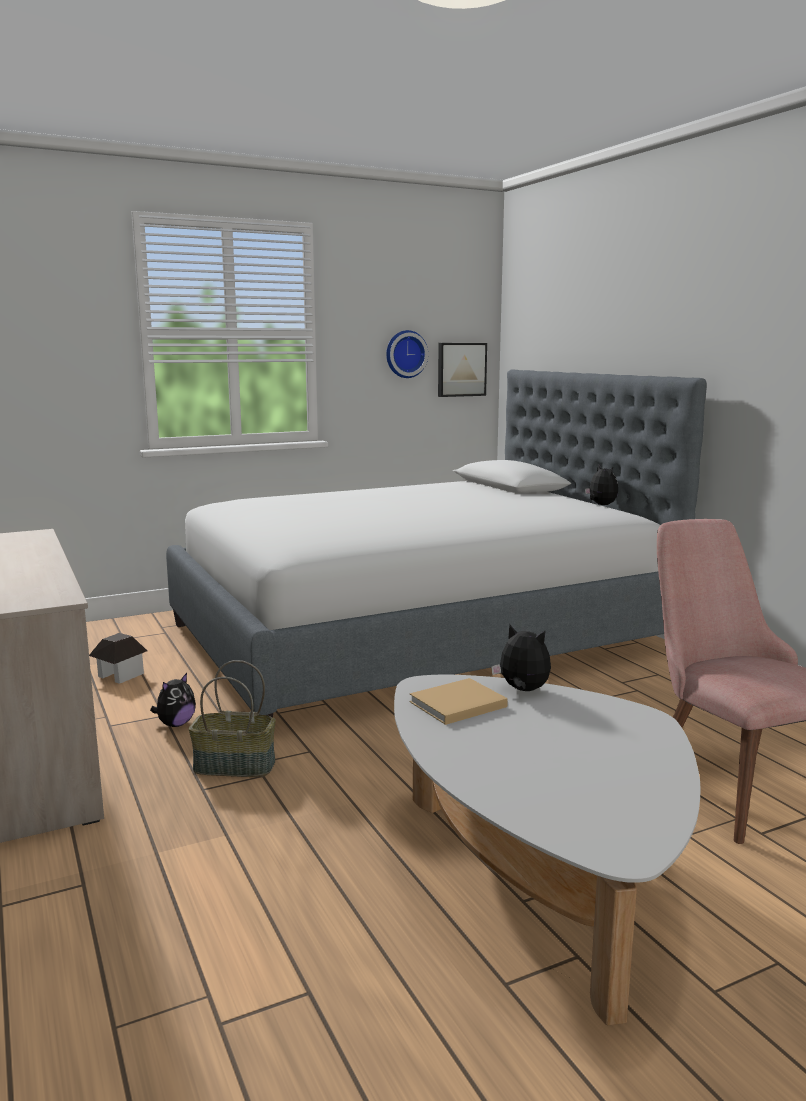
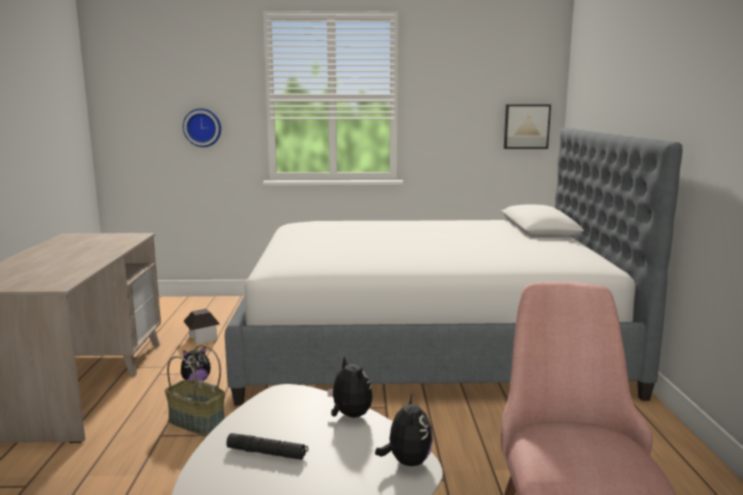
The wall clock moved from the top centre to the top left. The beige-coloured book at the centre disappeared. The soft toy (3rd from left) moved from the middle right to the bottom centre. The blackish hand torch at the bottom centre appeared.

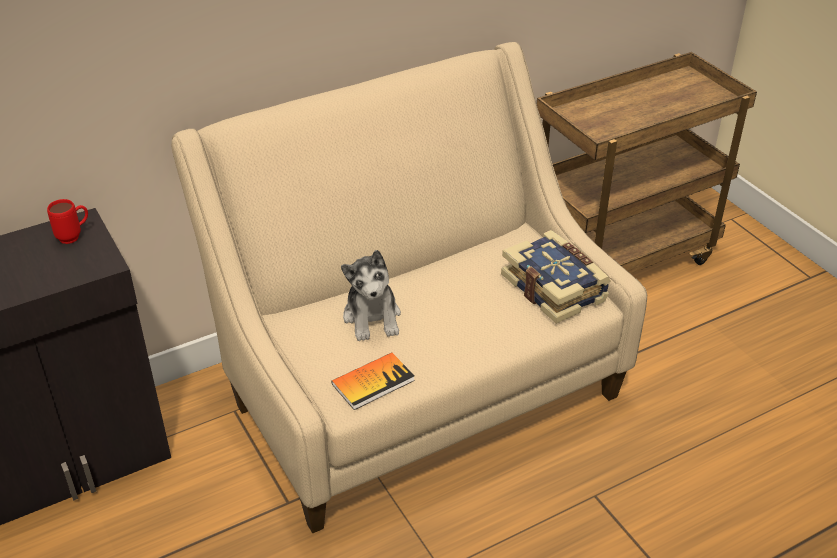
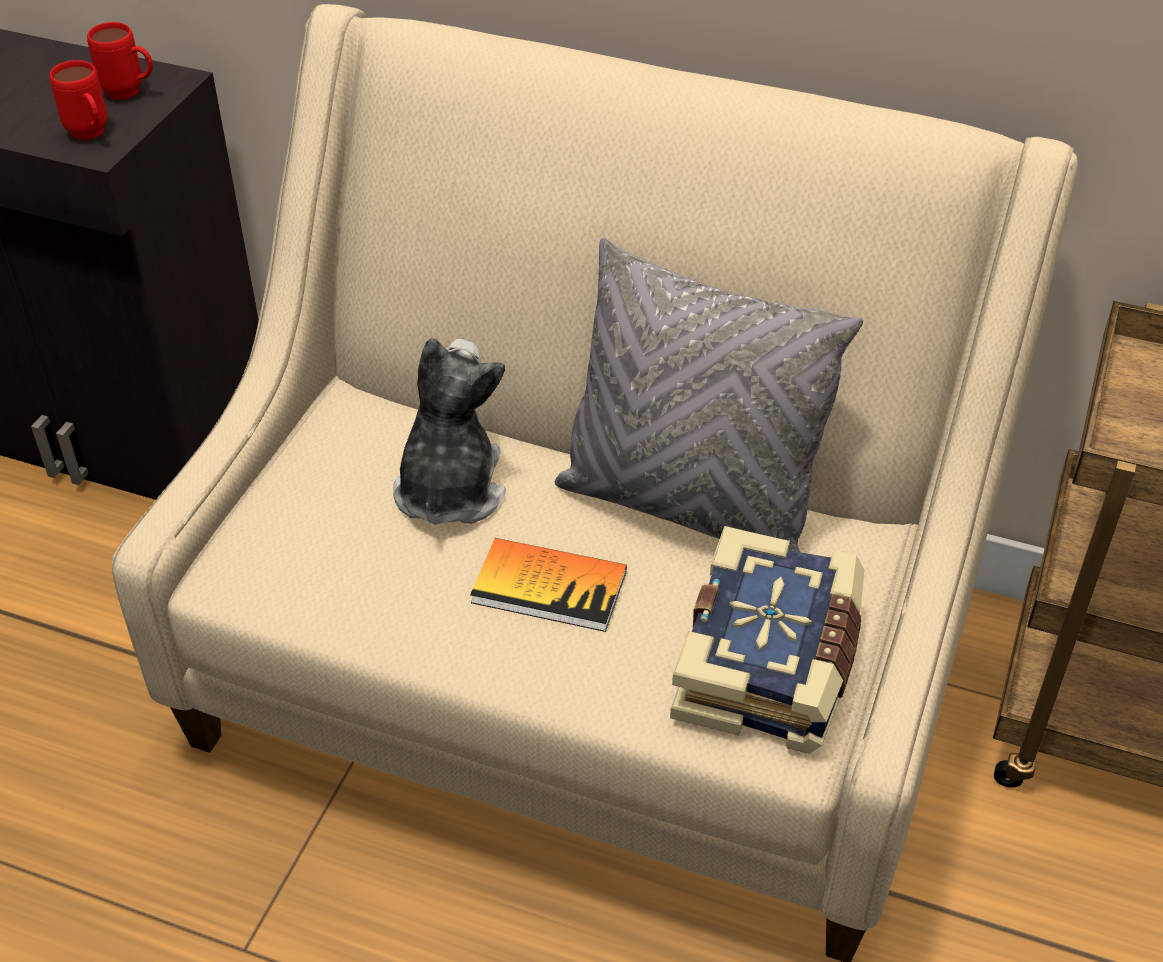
The book (1st from left) moved from the bottom centre to the centre. The soft toy at the centre turned 150 degrees clockwise. The red coffee mug (1st from left) at the top left appeared. The greyish pillow at the centre appeared.

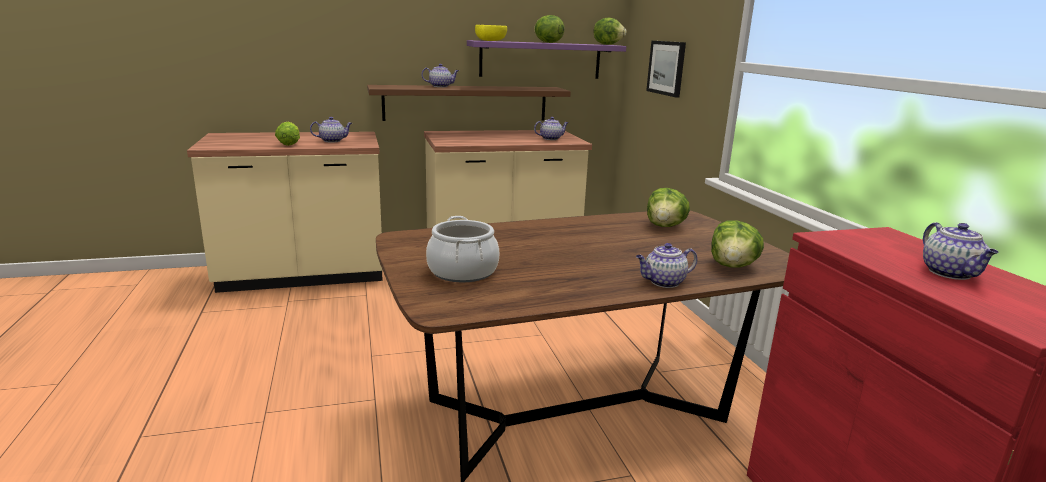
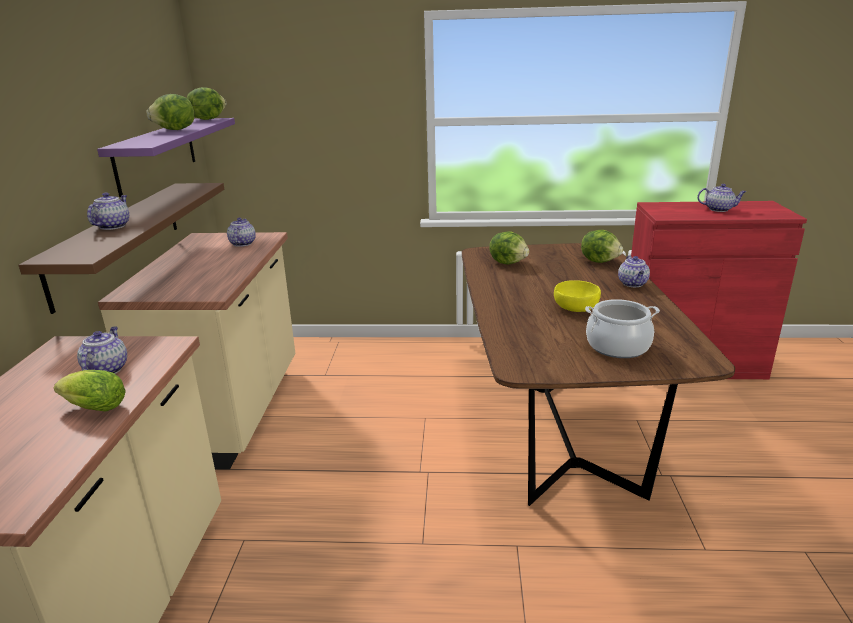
The yellowish deep dish moved from the top centre to the middle right. The wall picture at the top centre disappeared.

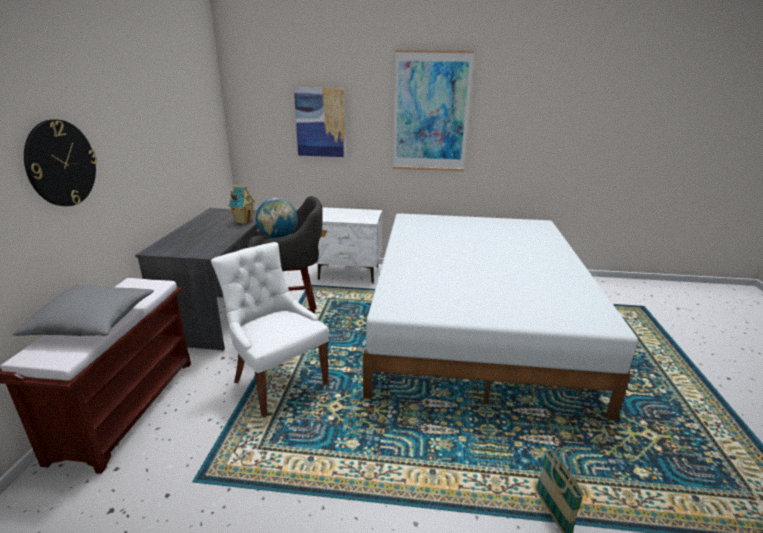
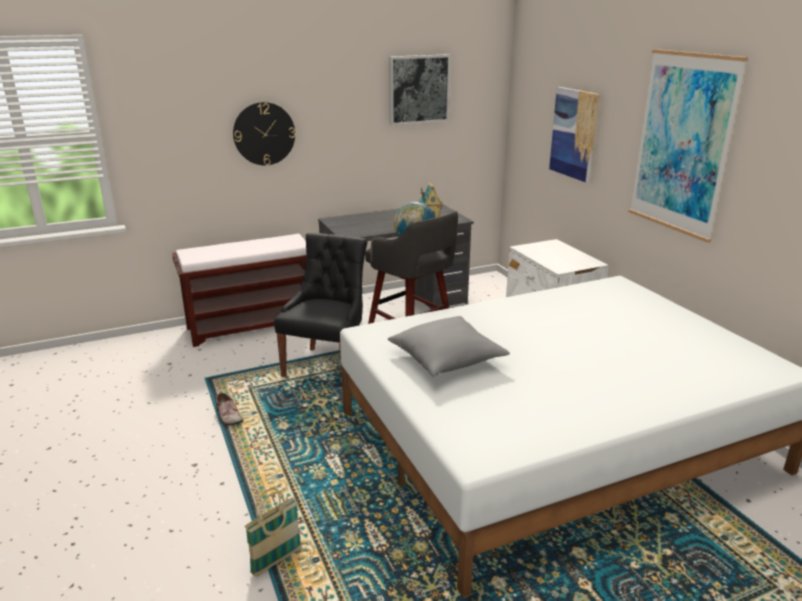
The greyish pillow moved from the middle left to the centre. The white chair at the centre became the blackish chair at the centre. The item of footwear at the bottom left appeared. The wall picture (1st from left) at the top centre appeared.

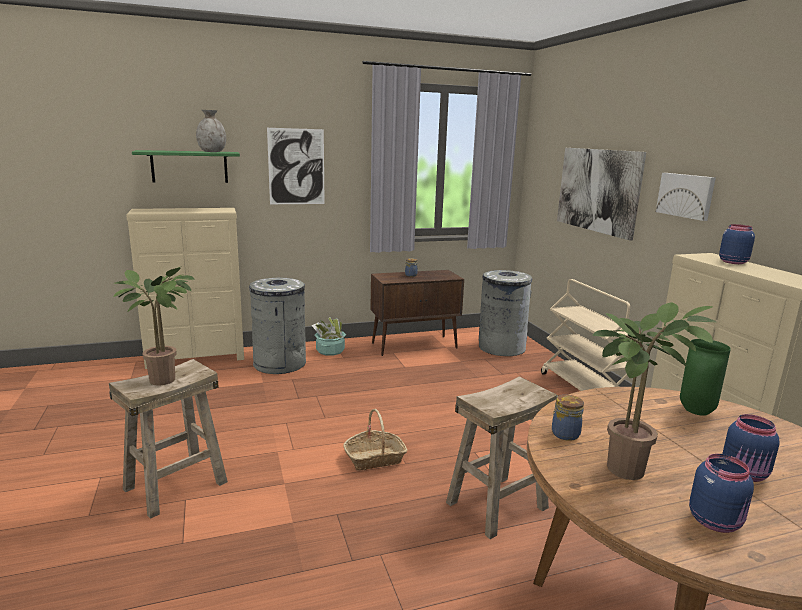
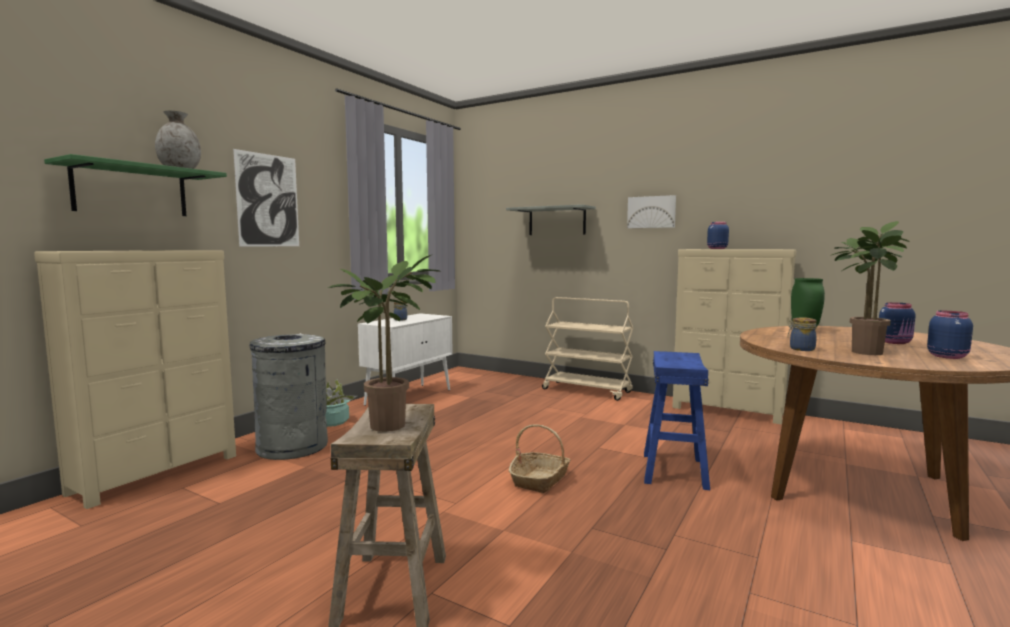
The brown storage cabinet at the centre became the white storage cabinet at the centre. The beige-coloured stool (2nd from left) at the bottom centre became the blue stool at the bottom right. The greyish trash can (2nd from left) at the centre disappeared. The wall picture (2nd from left) at the top right was replaced by the greyish shelf at the centre.

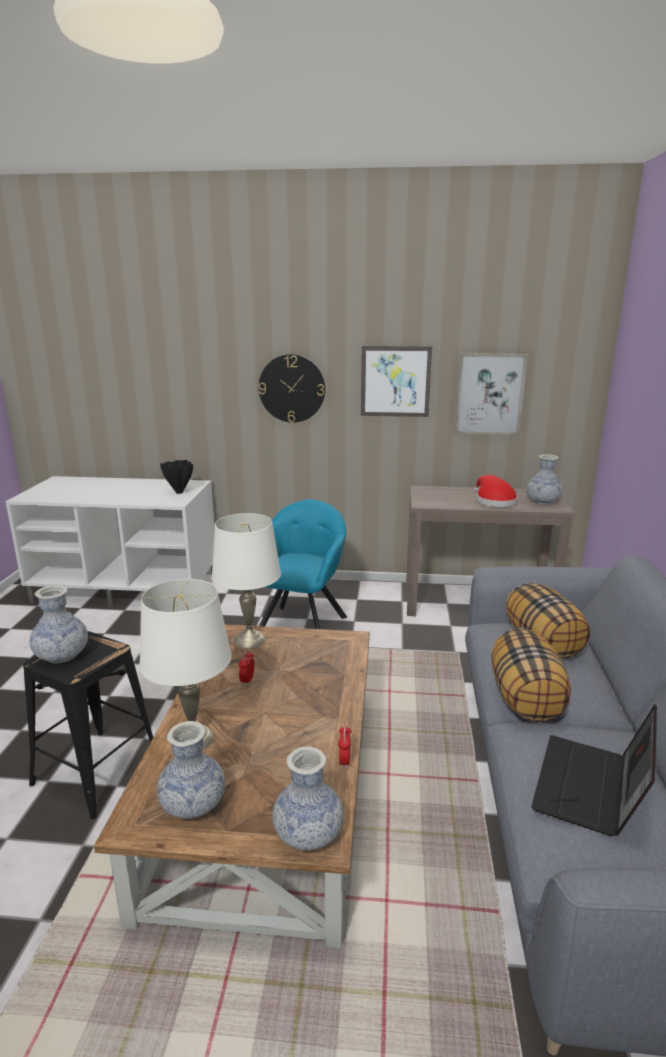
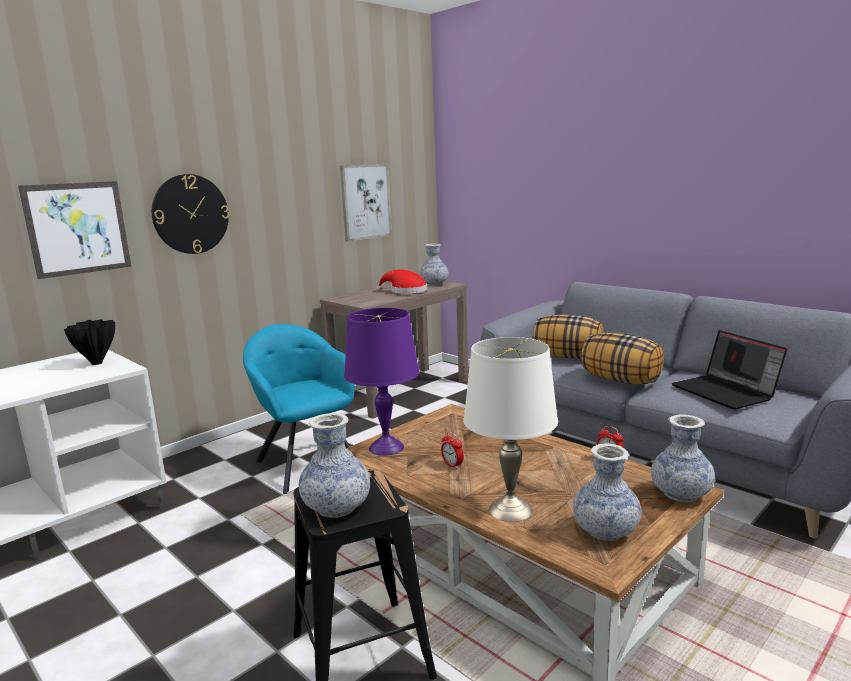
The white table lamp (2nd from left) at the centre became the purple table lamp at the centre. The wall picture (1st from left) moved from the centre to the middle left.

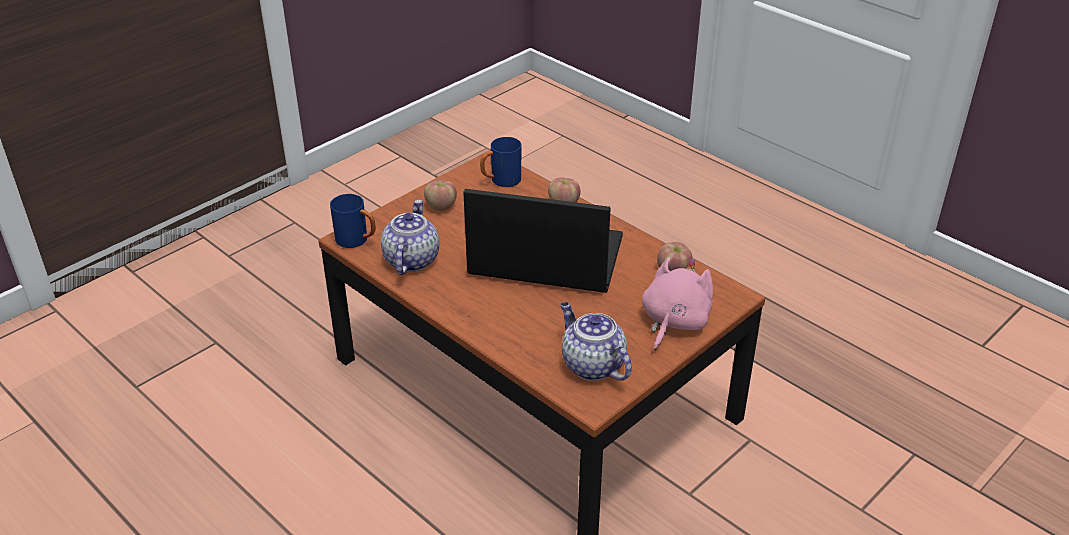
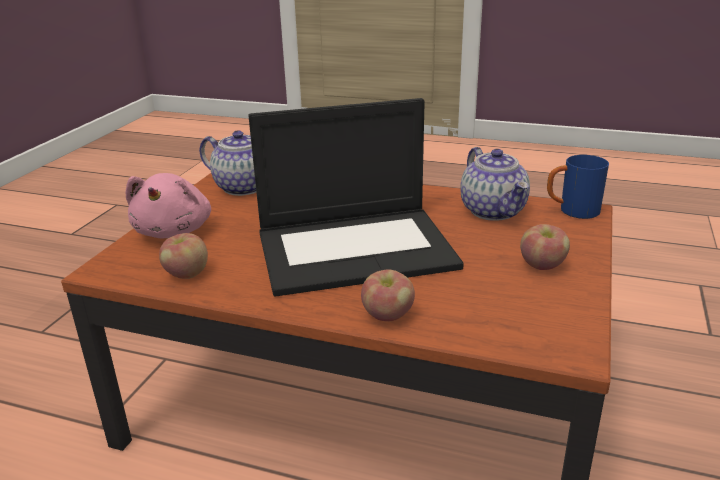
The blue coffee mug (2nd from left) at the top centre disappeared.

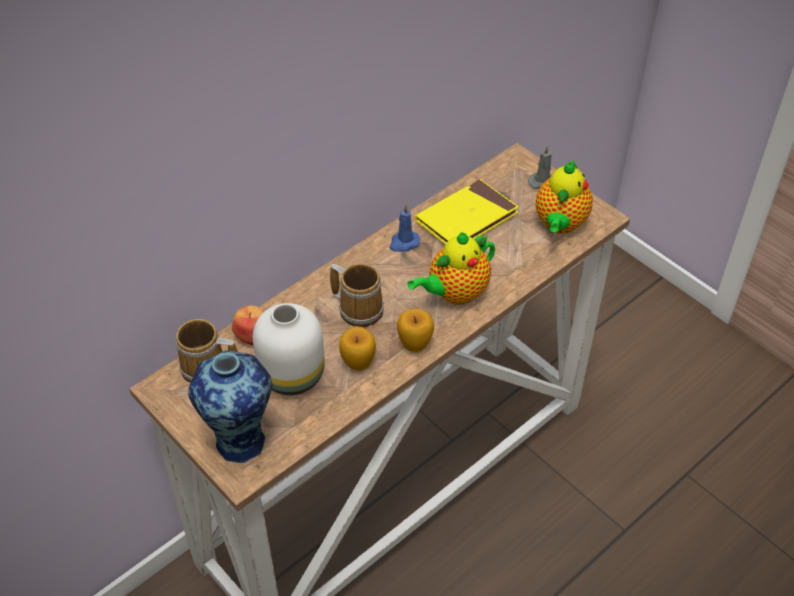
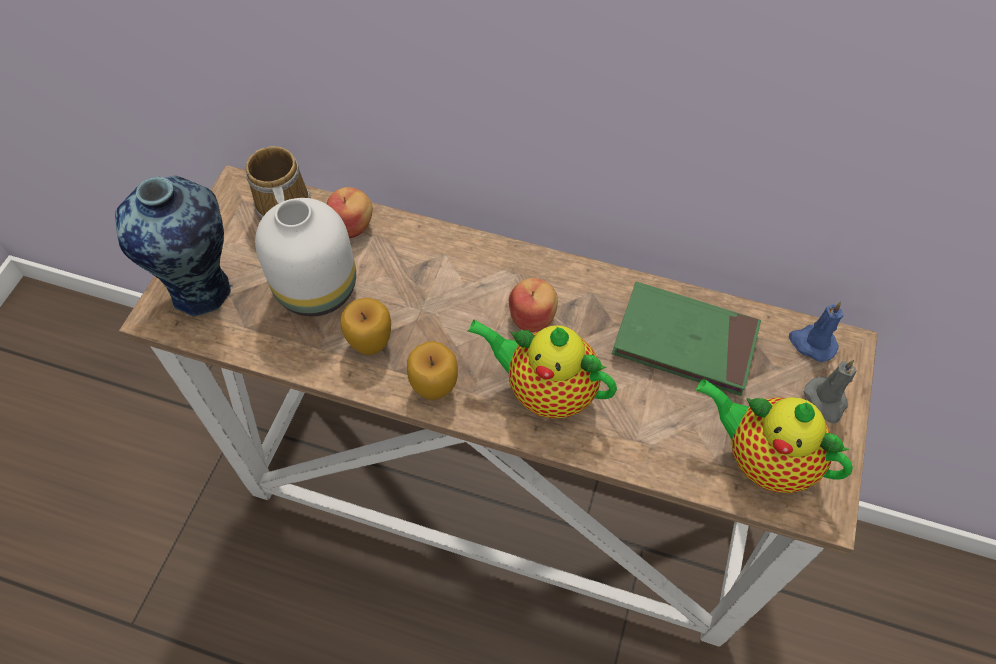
The coffee mug (2nd from left) at the centre disappeared. The blue wax light moved from the centre to the middle right. The yellowish book at the centre became the greenish book at the middle right. The teapot (2nd from left) at the top right turned 45 degrees clockwise. The apple fruit (4th from left) at the centre appeared.

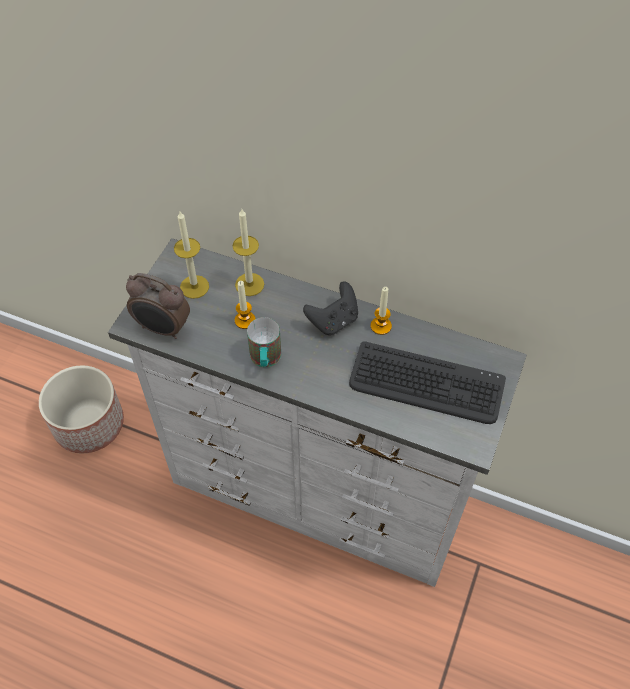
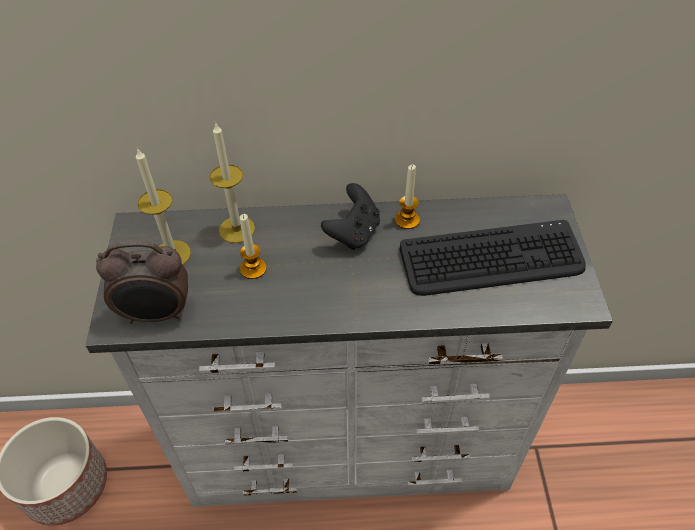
The coffee mug at the centre disappeared.

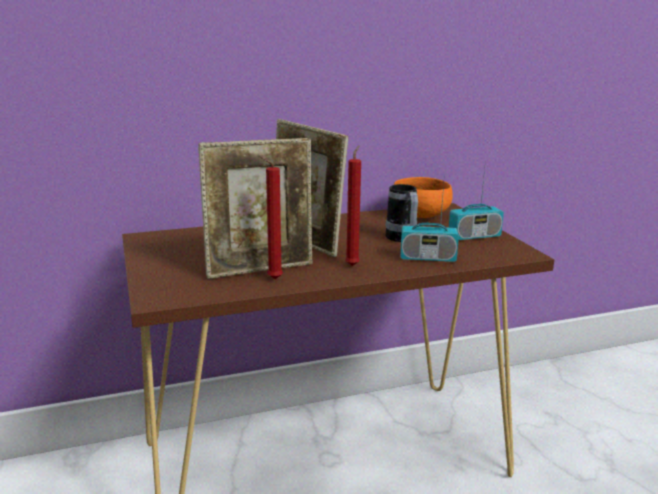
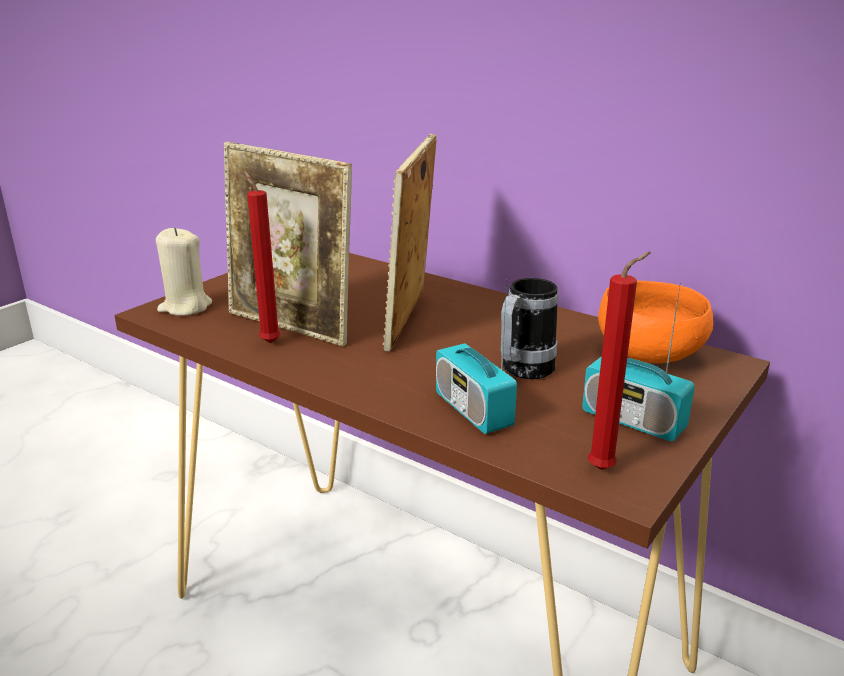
The red wax light (2nd from left) moved from the centre to the middle right. The beige-coloured wax light at the middle left appeared.

